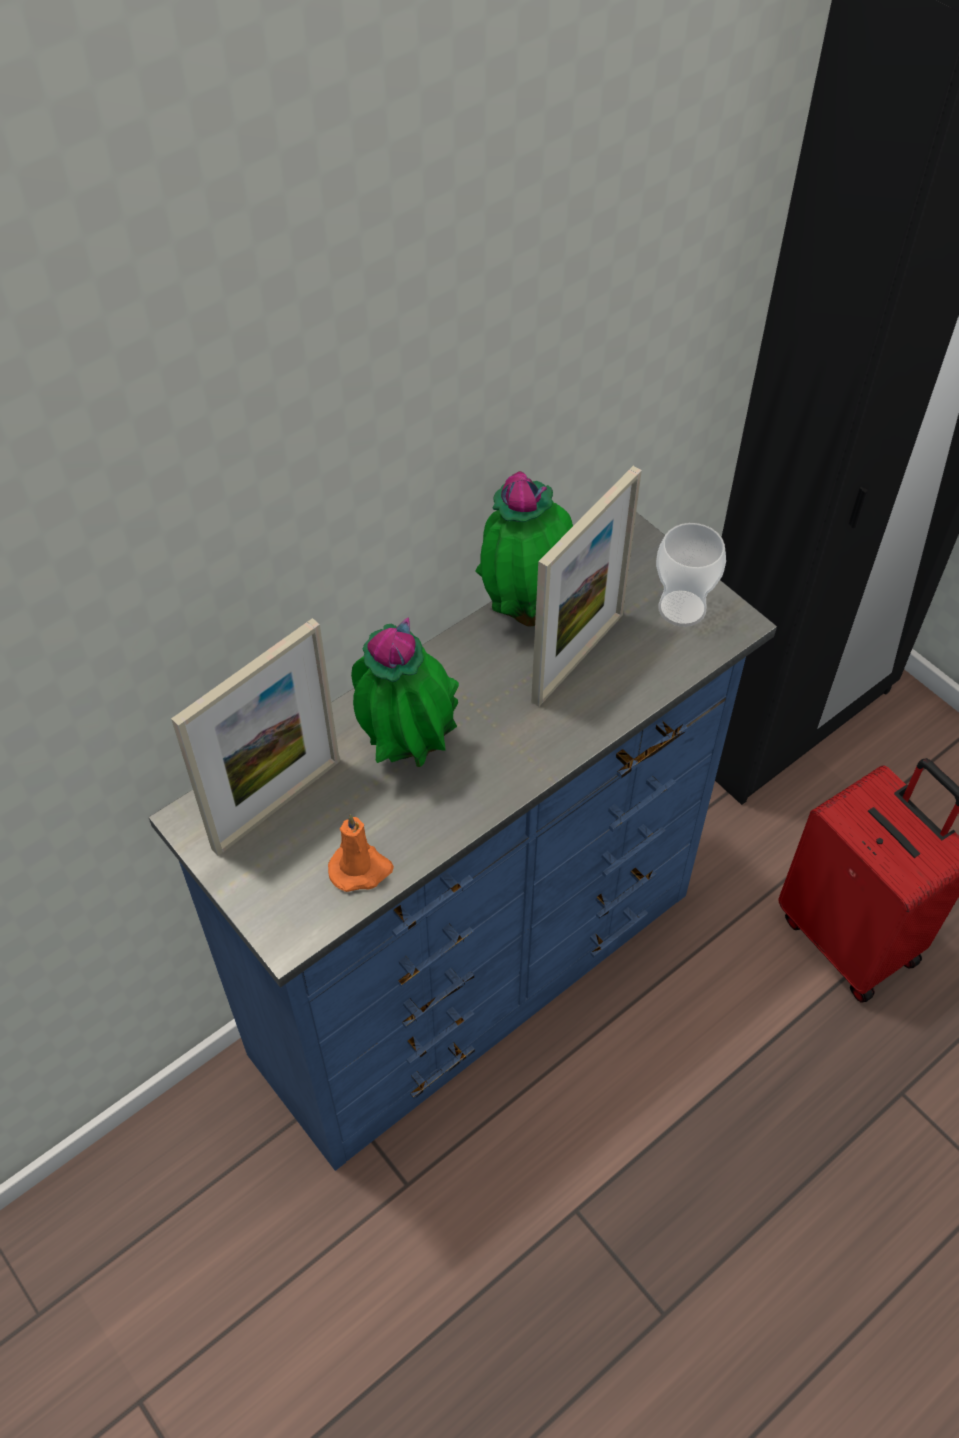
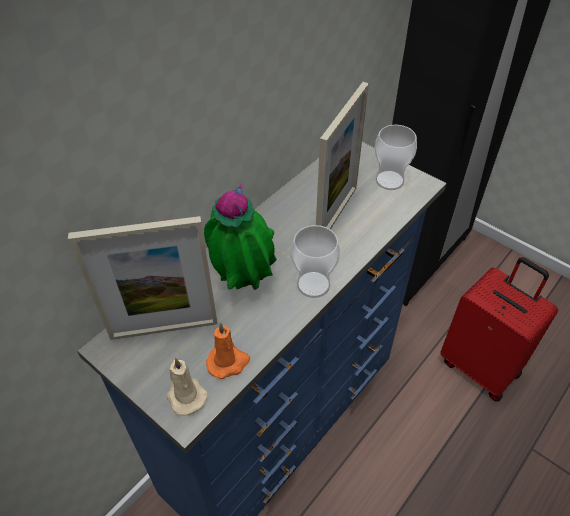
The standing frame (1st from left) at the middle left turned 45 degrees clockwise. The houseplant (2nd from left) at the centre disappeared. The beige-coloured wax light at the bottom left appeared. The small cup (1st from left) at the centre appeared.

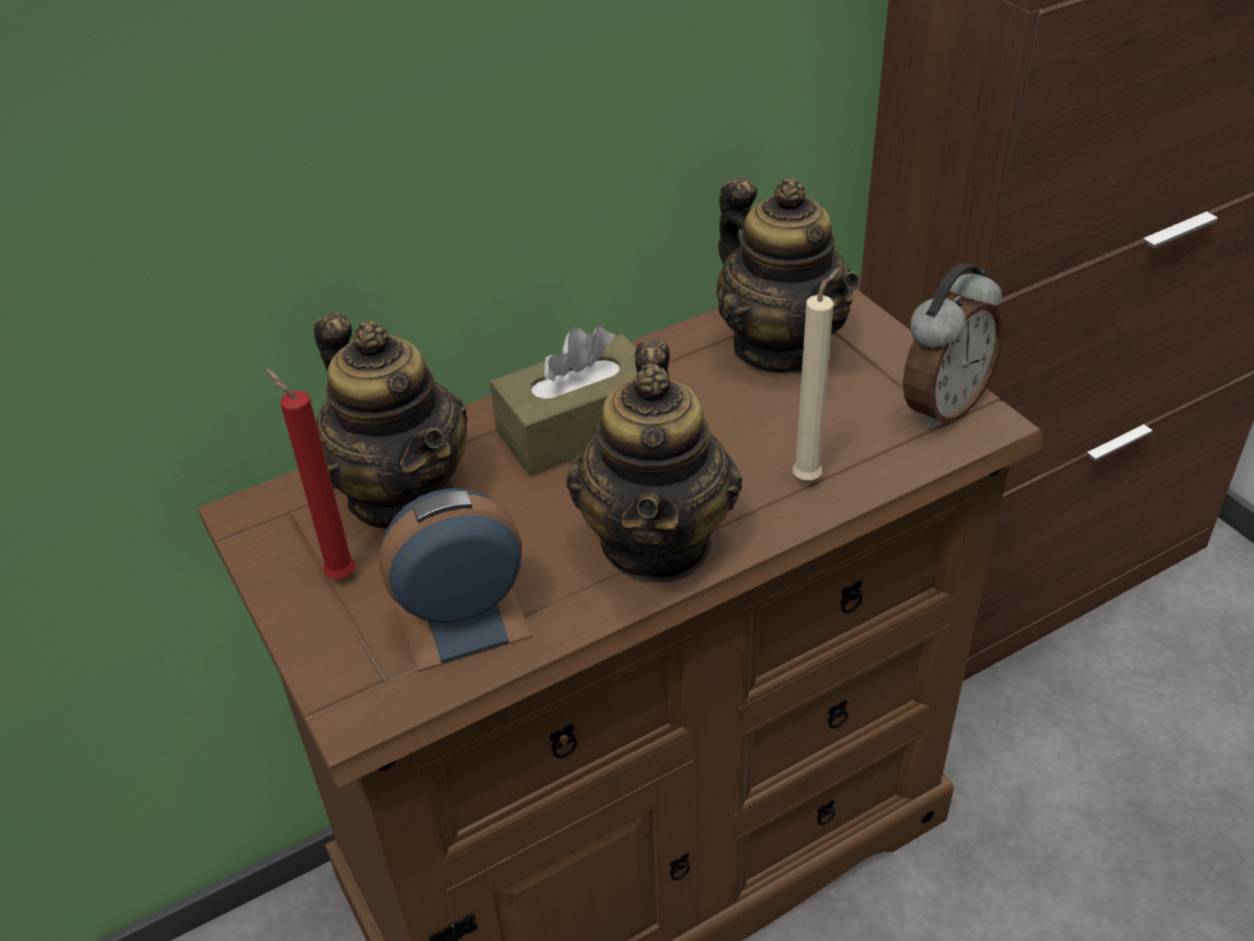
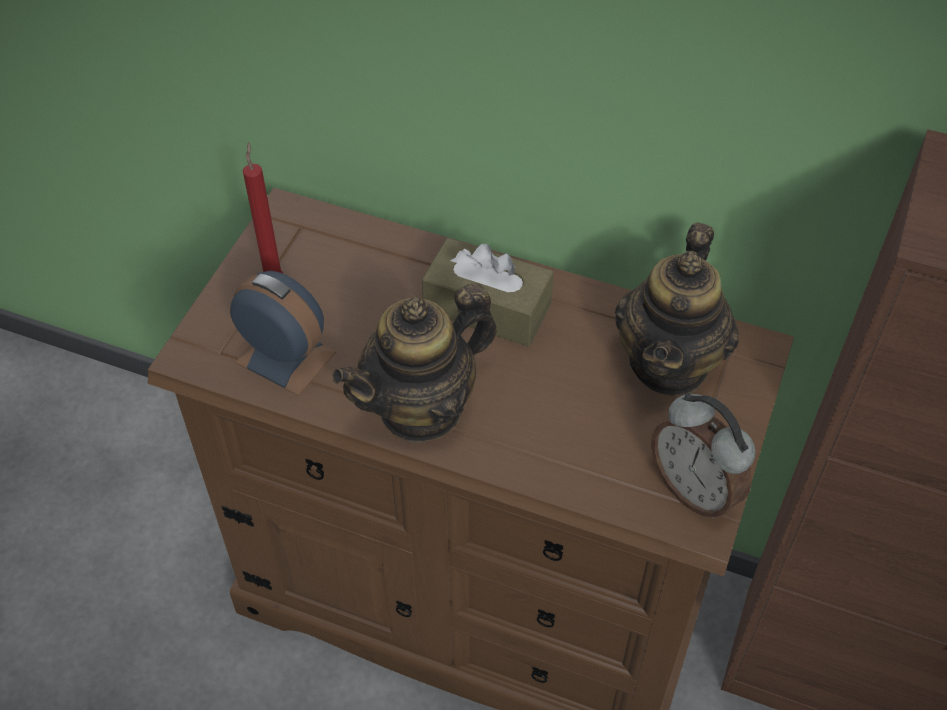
The teapot (1st from left) at the middle left disappeared. The beige-coloured wax light at the centre disappeared. The alarm clock (2nd from left) at the middle right turned 45 degrees clockwise.

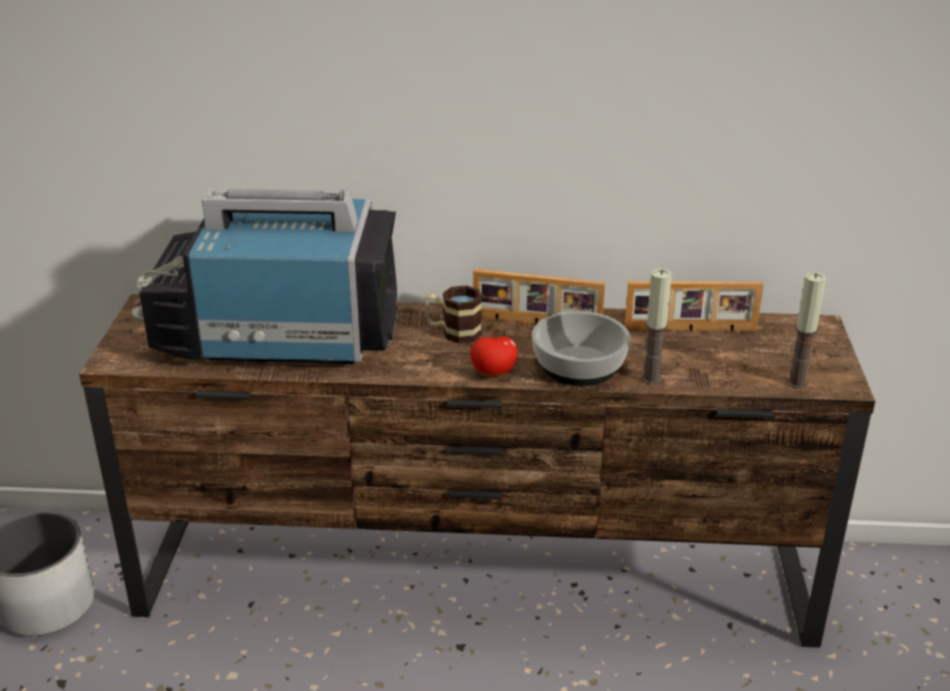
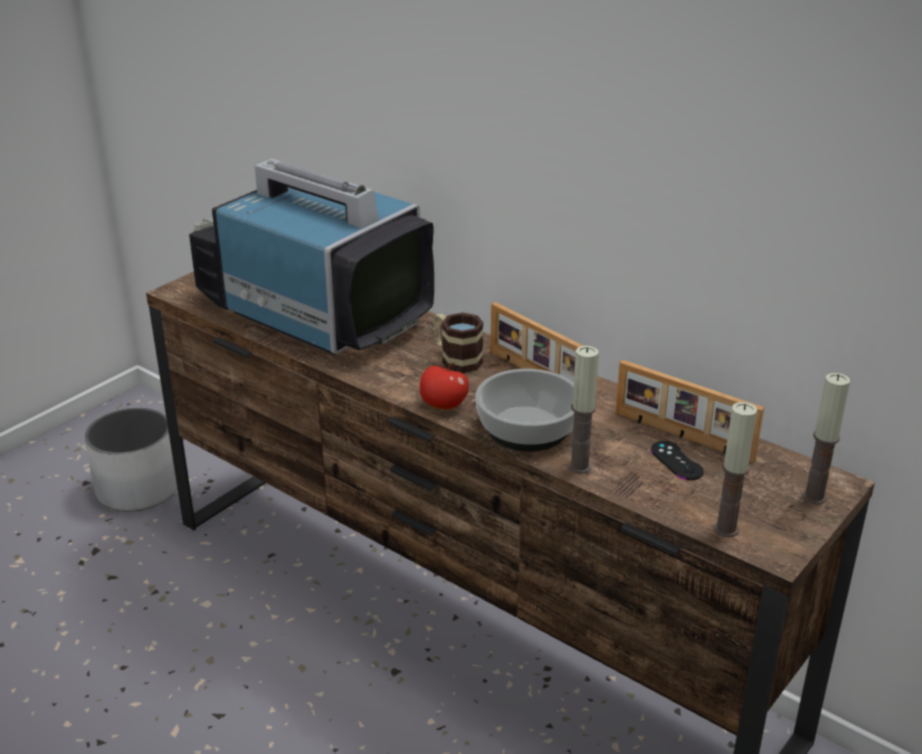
The blackish game controller at the middle right appeared. The wax light (3rd from left) at the middle right appeared.

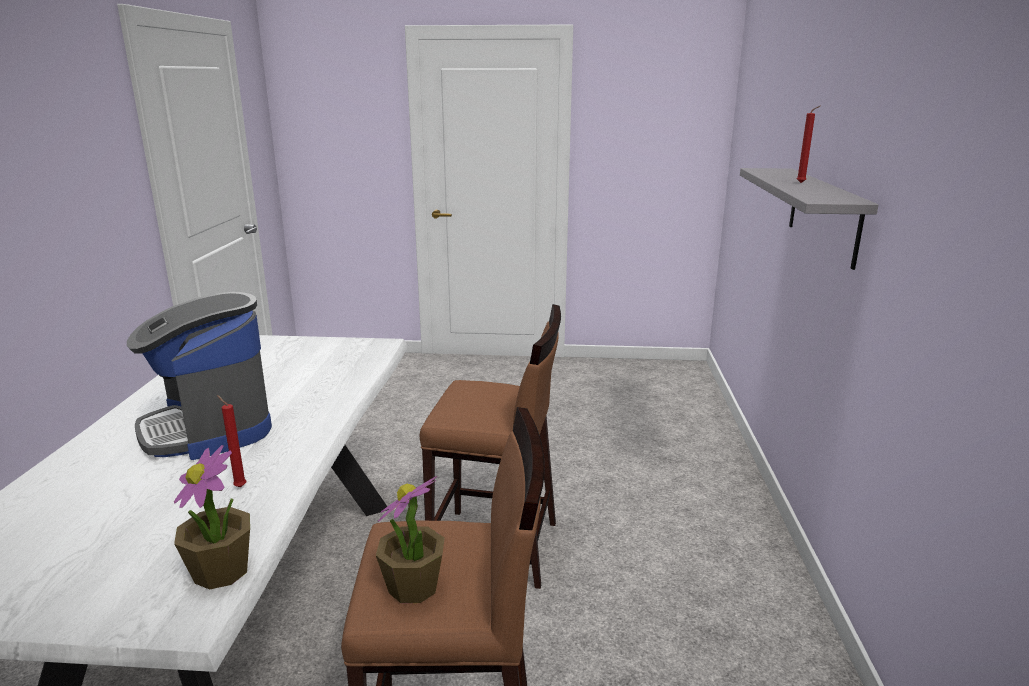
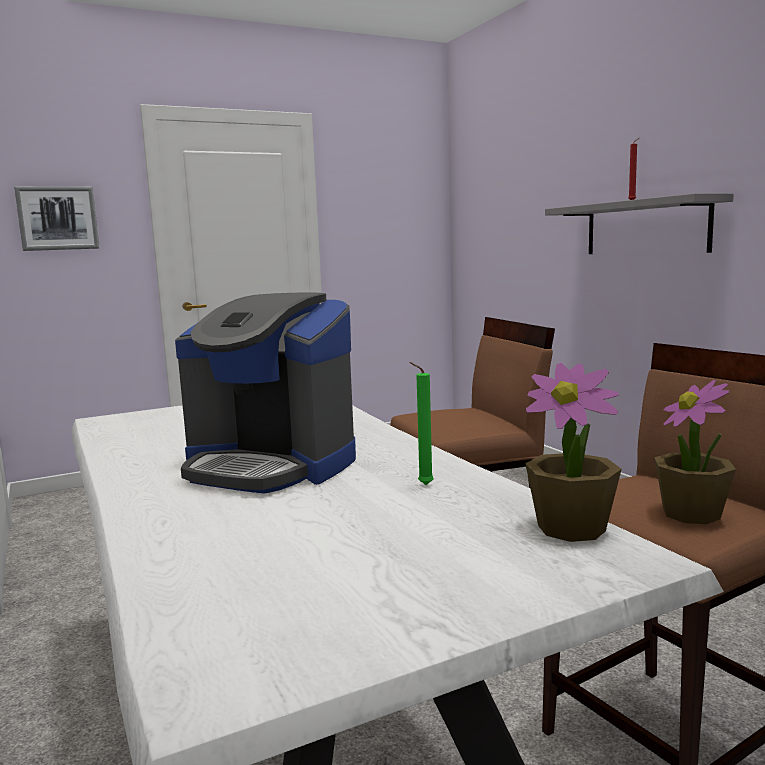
The red wax light (1st from left) at the middle left became the greenish wax light at the centre. The wall picture at the top left appeared.

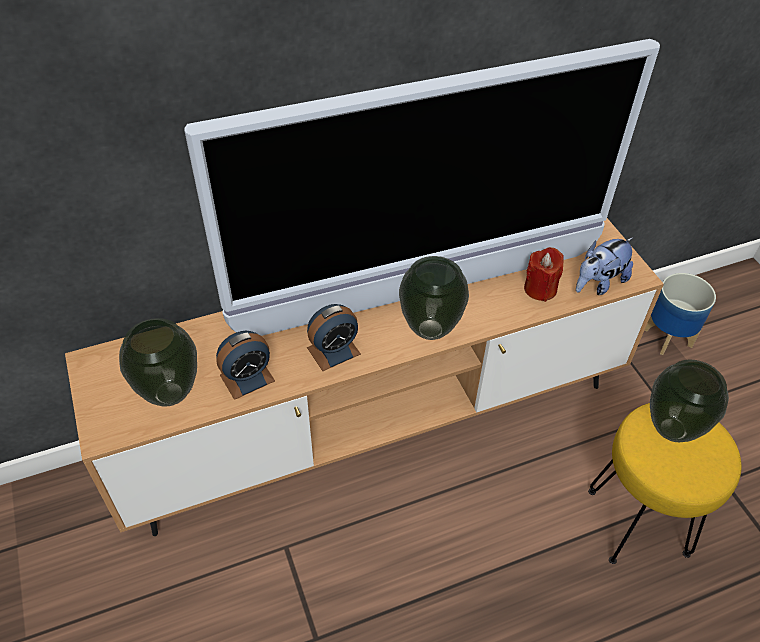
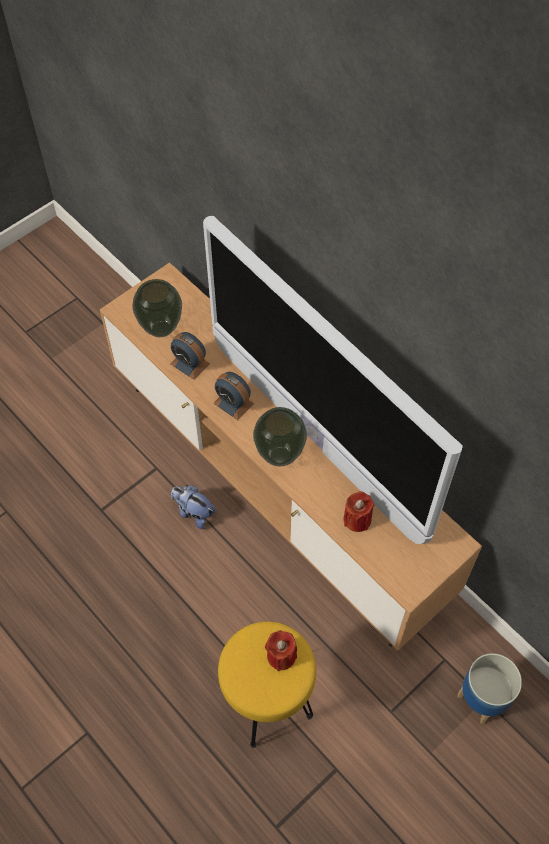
The soft toy moved from the middle right to the centre. The vase (3rd from left) at the middle right was replaced by the red wax light (1st from left) at the bottom centre.

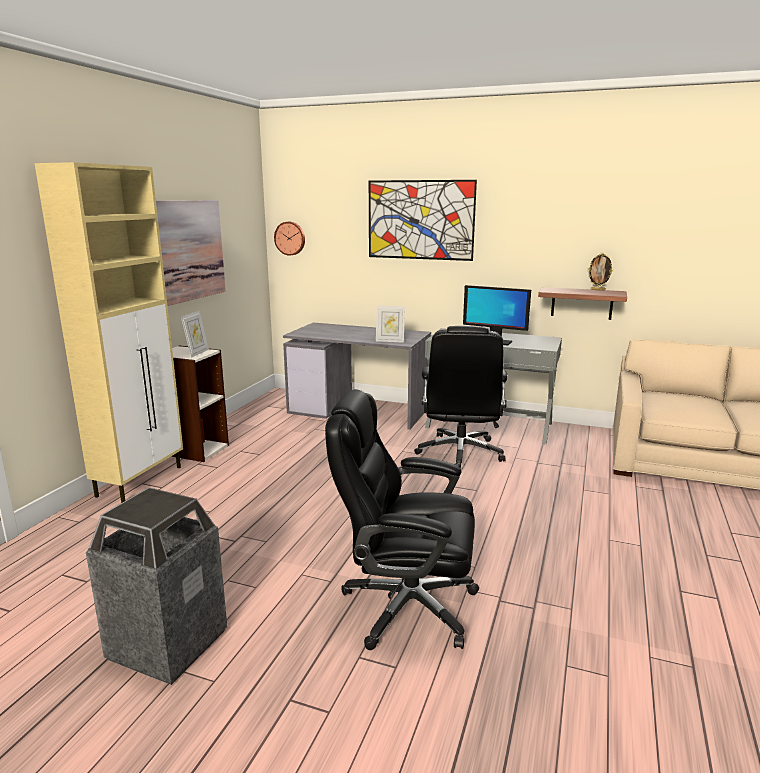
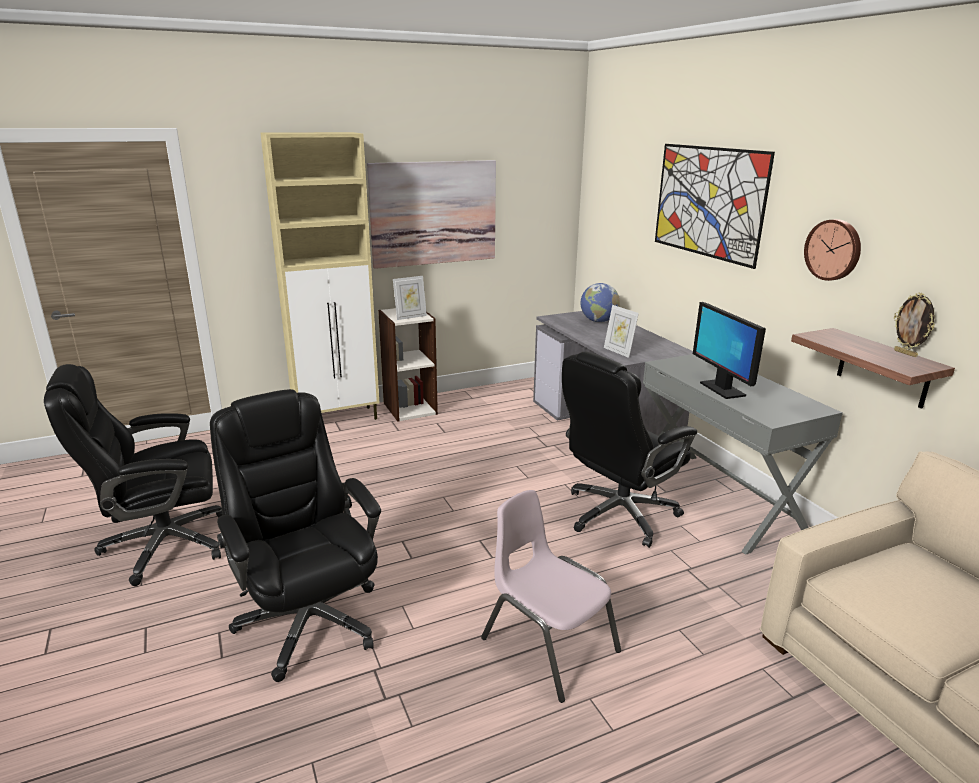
The trash can at the bottom left was replaced by the blackish office chair (1st from left) at the middle left. The wall clock moved from the top centre to the top right. The pink-coloured chair at the bottom centre appeared. The desk globe at the centre appeared.

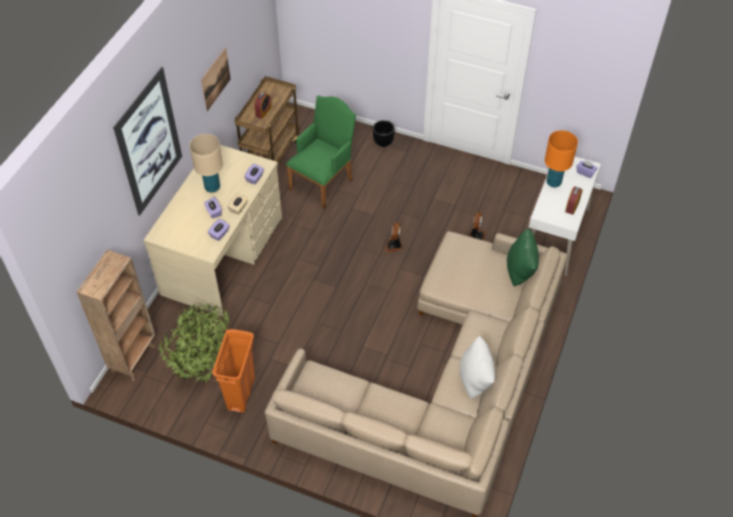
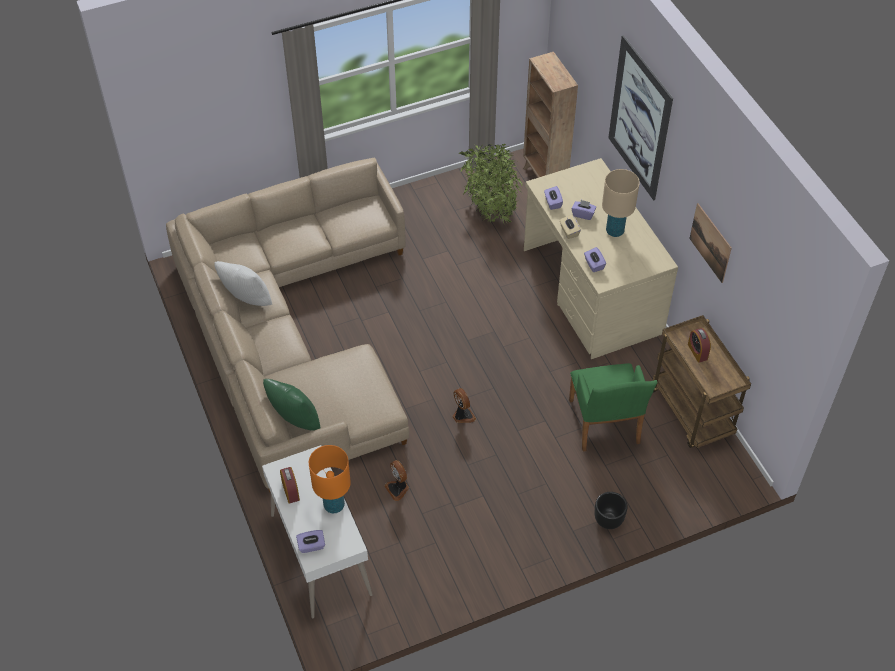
The orange-coloured trash can at the bottom left disappeared.

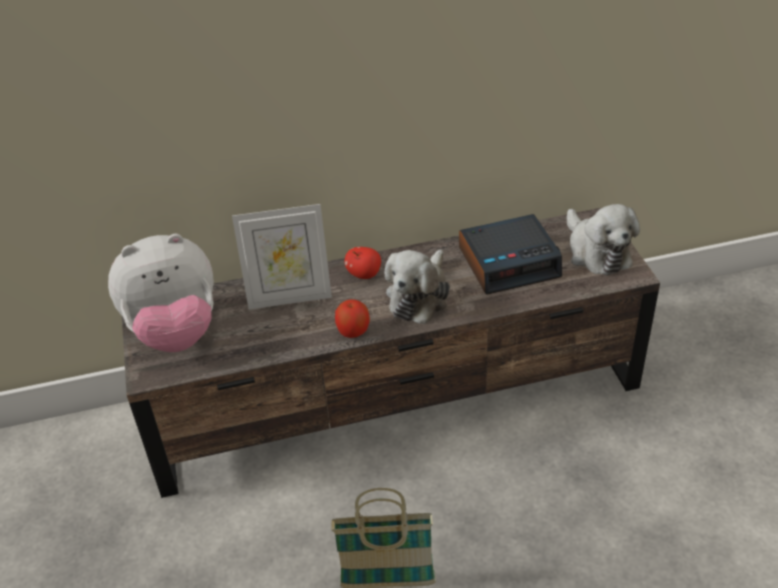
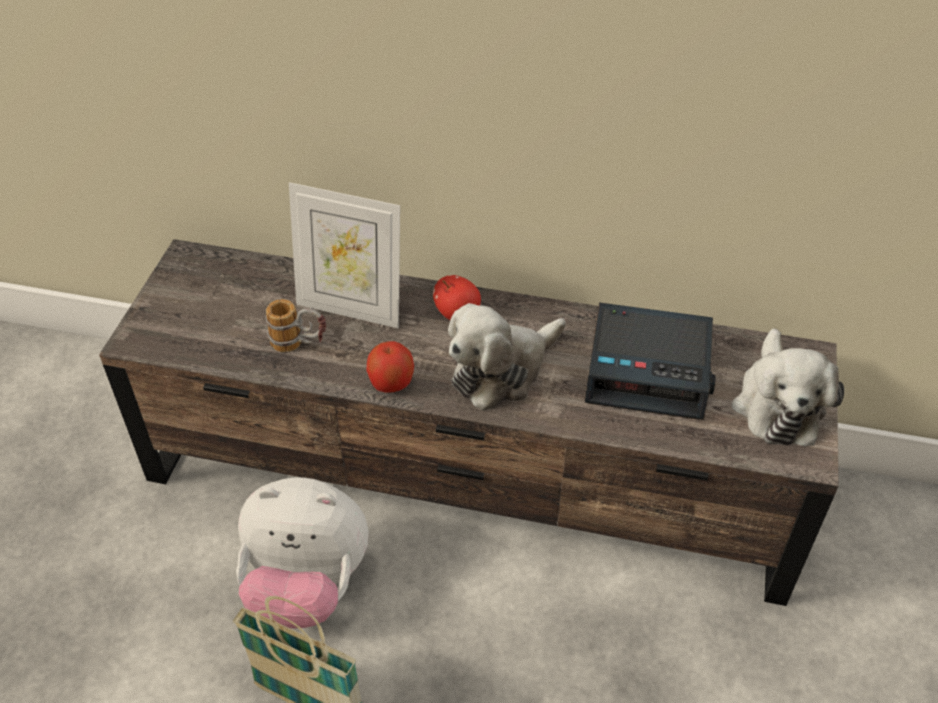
The soft toy (1st from left) moved from the middle left to the bottom left. The coffee mug at the middle left appeared.

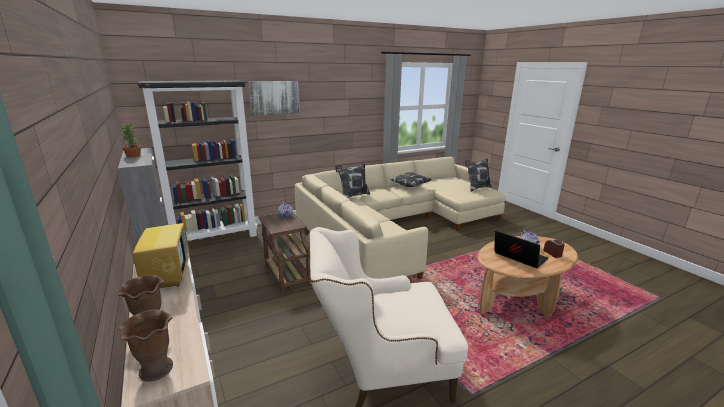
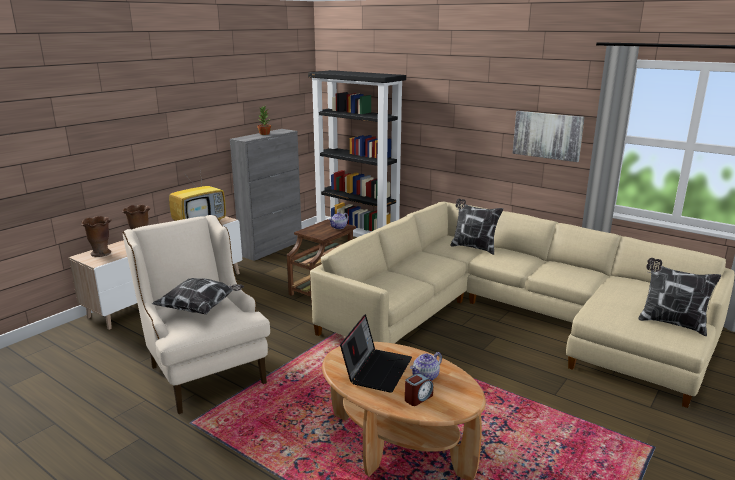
The wall picture moved from the top centre to the top right. The pillow (2nd from left in the first image) moved from the centre to the middle left.

